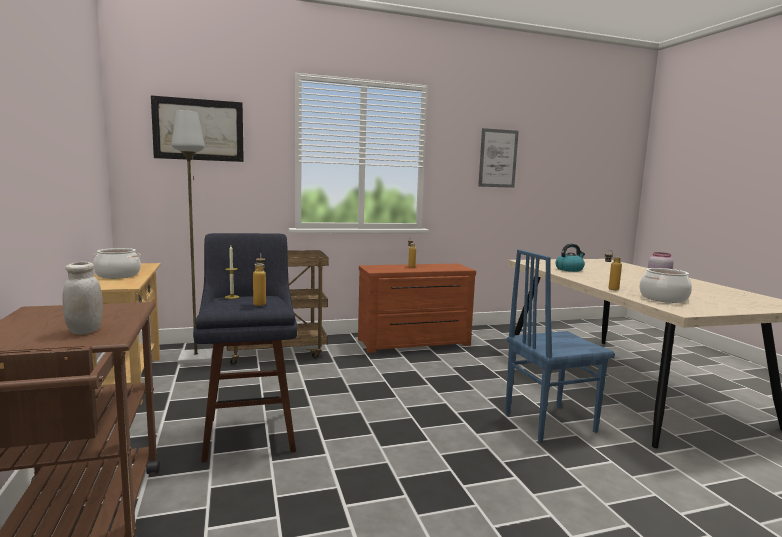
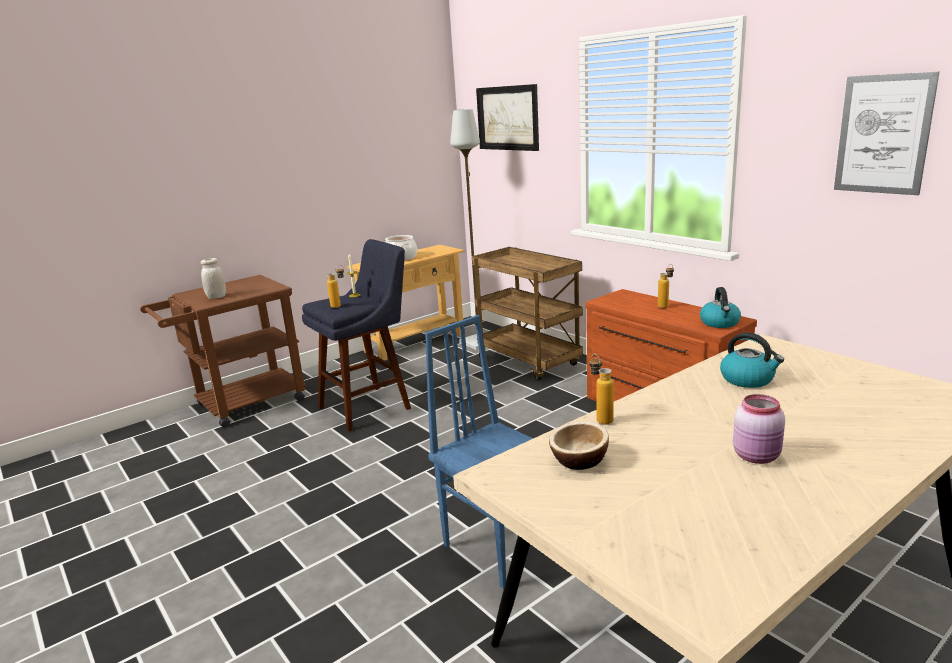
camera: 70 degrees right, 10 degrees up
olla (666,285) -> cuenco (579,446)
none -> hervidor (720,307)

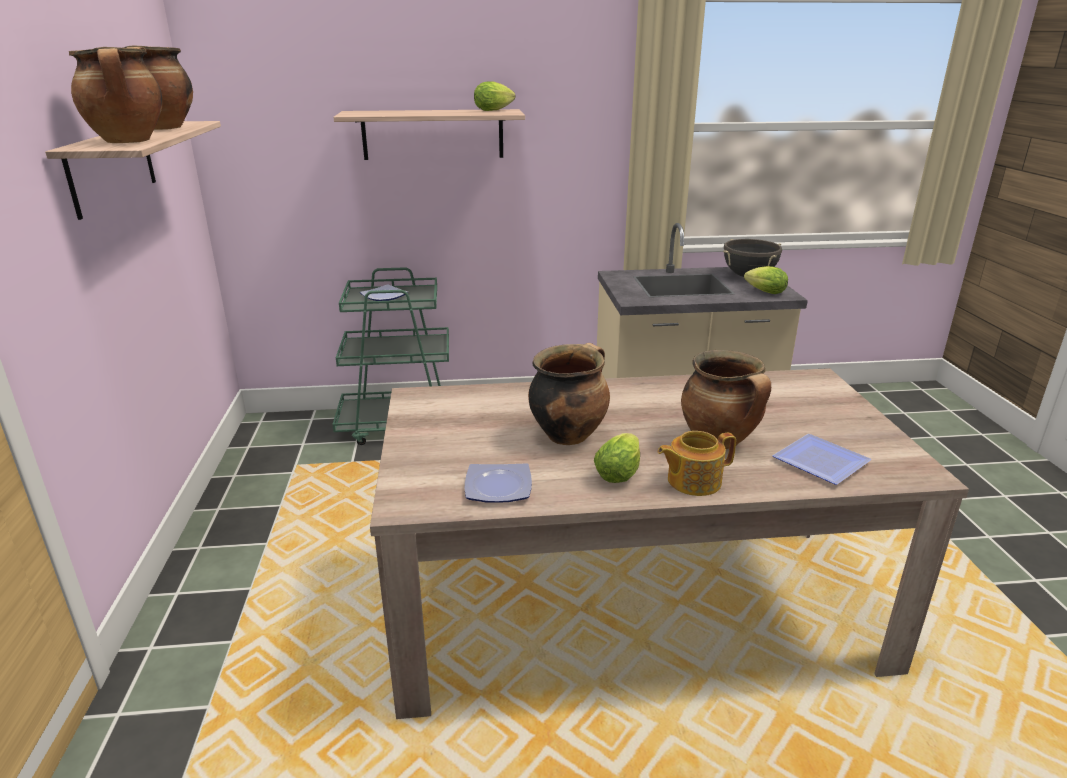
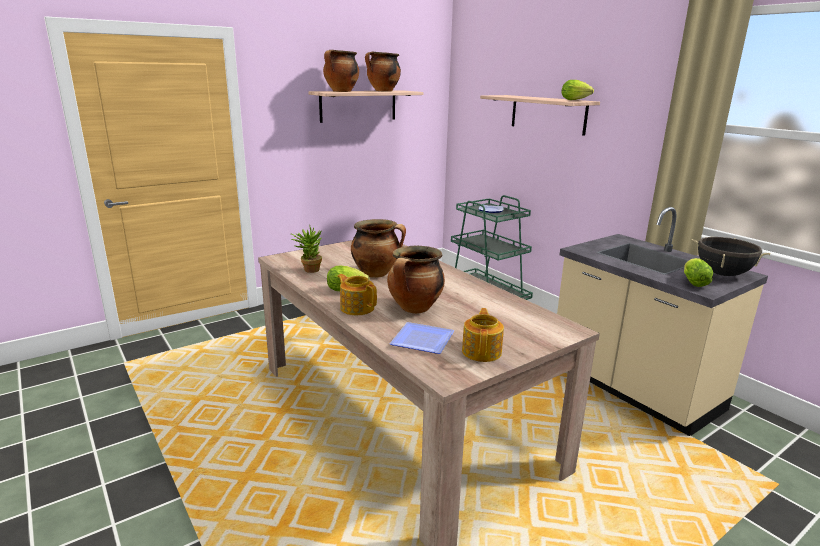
camera: 60 degrees right, 5 degrees down
plato (498,483) -> planta en maceta (306,250)
none -> tetera (483,335)

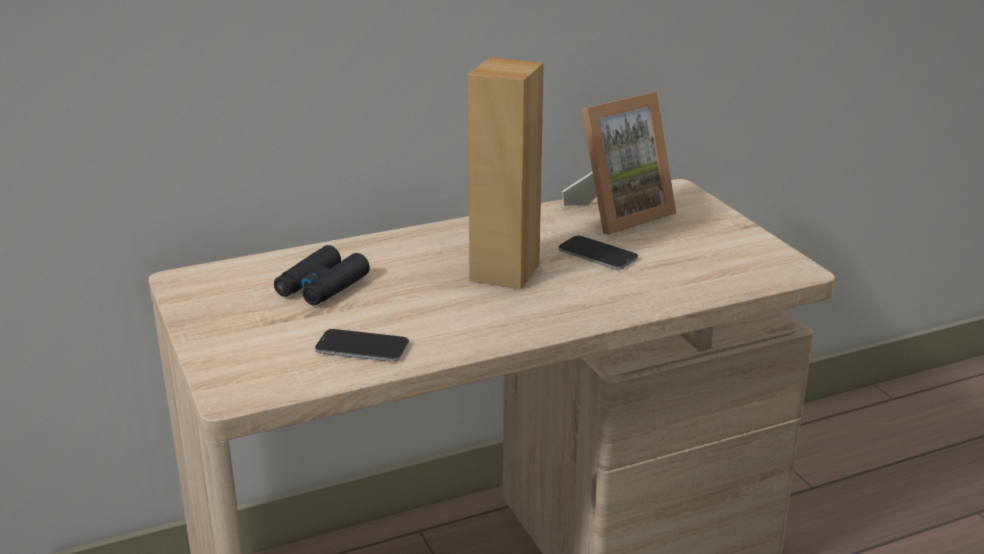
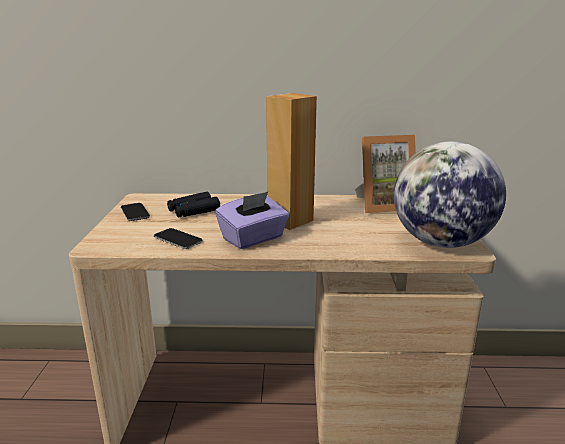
camera: 25 degrees right, 5 degrees down
móvil (598,253) -> móvil (135,212), relocated
none -> caja de pañuelos [morado] (252,220)
none -> globo terráqueo (450,194)

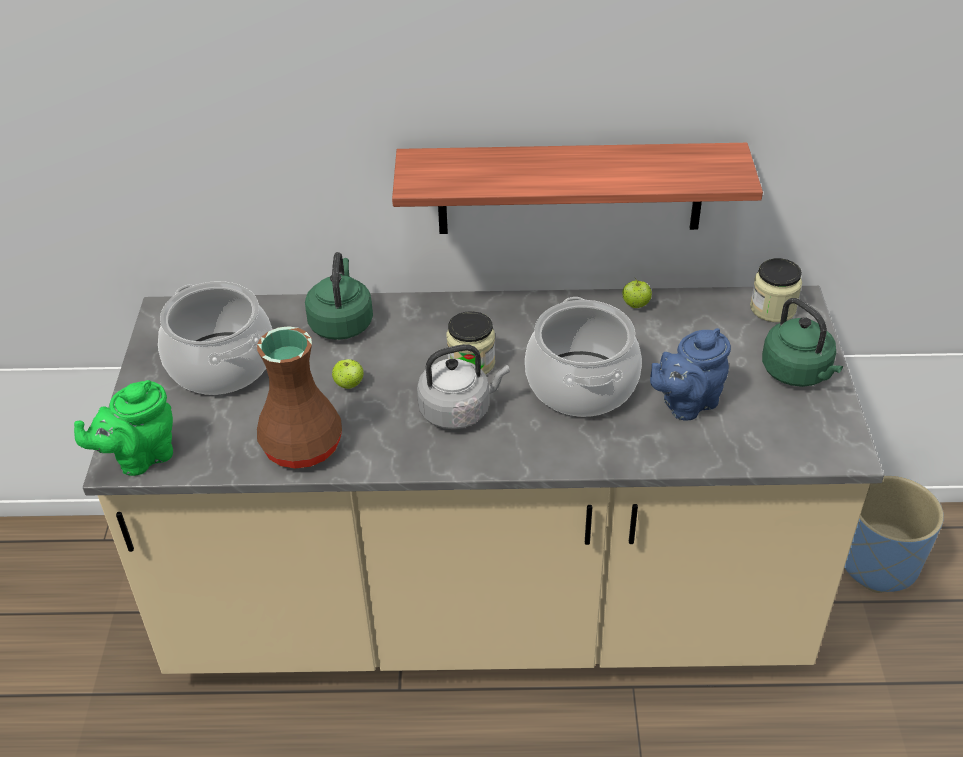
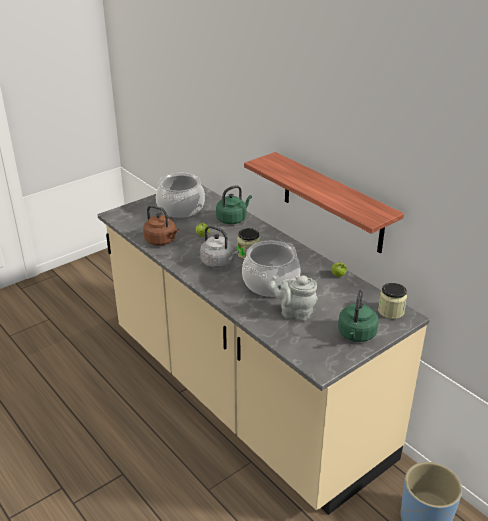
camera: 50 degrees right, 10 degrees down
florero [marrón] (299,397) -> hervidor [marrón] (161,225)
tetera [azul] (690,374) -> tetera [gris] (293,298)
tetera [verde] (123,428) -> none

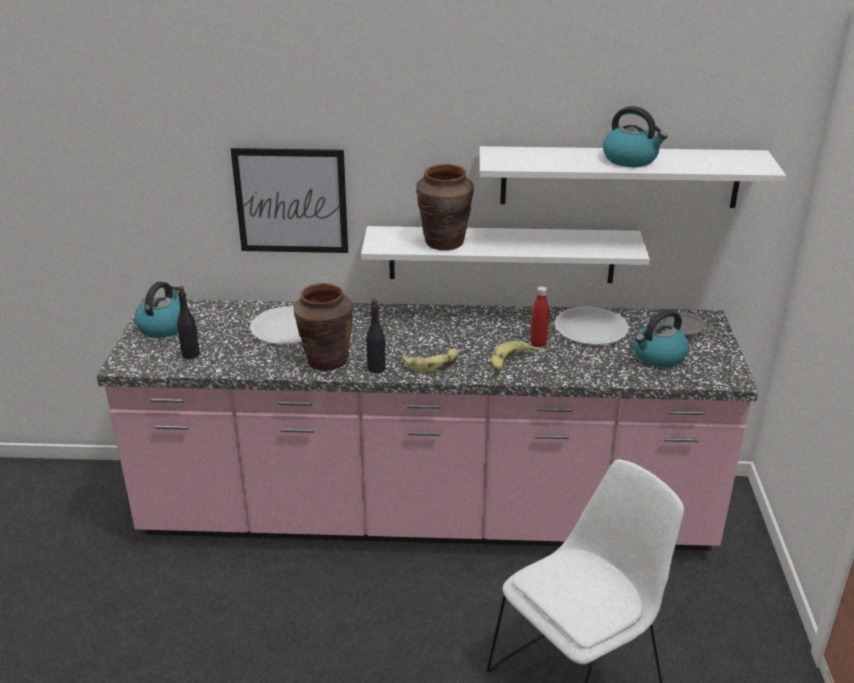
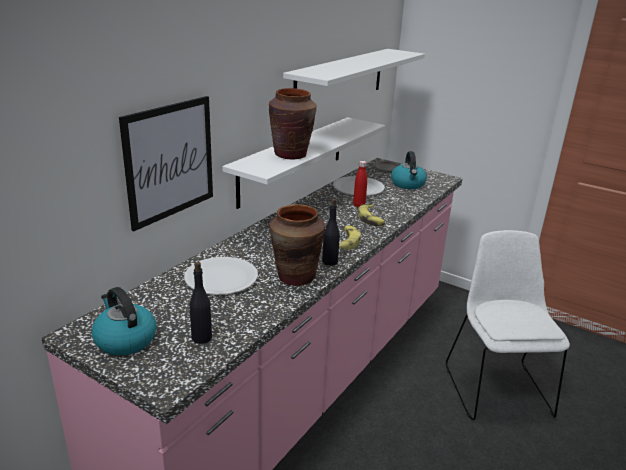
camera: 60 degrees left, 5 degrees down
hervidor (635,136) -> none

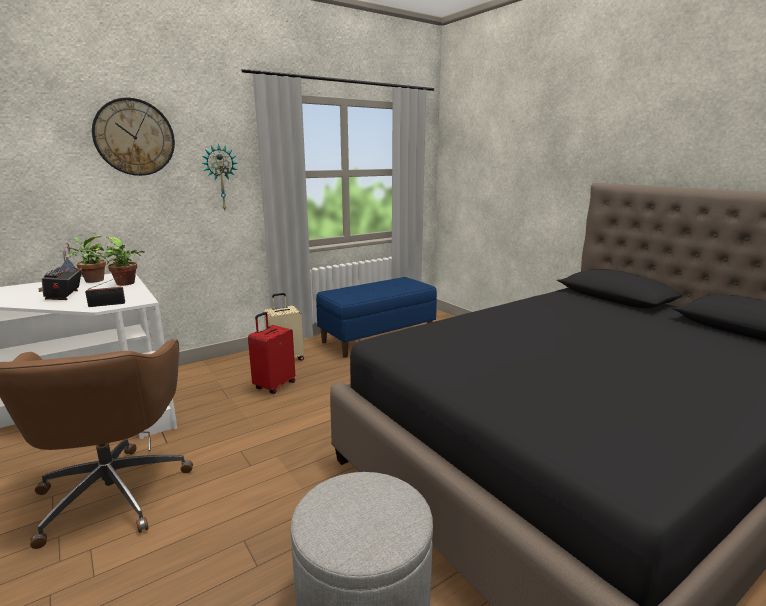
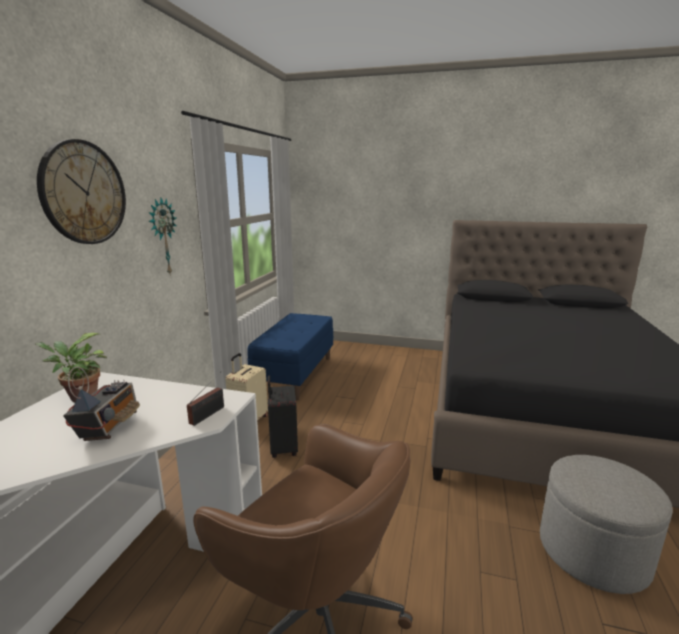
camera: 40 degrees left, 0 degrees up
radio (61,271) -> radio (101,404), 120 degrees counterclockwise
maleta [rojo] (271,353) -> maleta [negro] (283,417)
planta en maceta (124,261) -> none

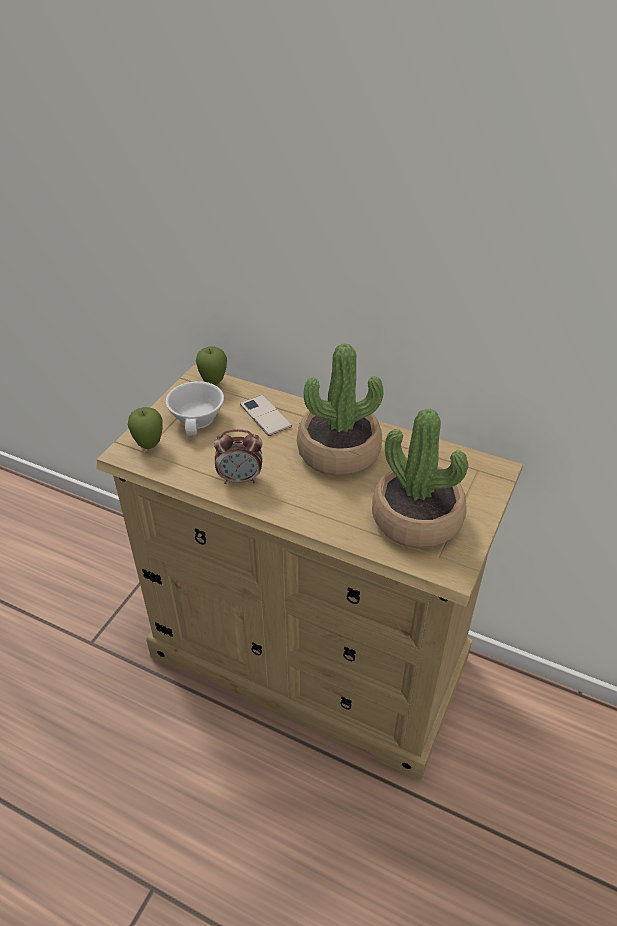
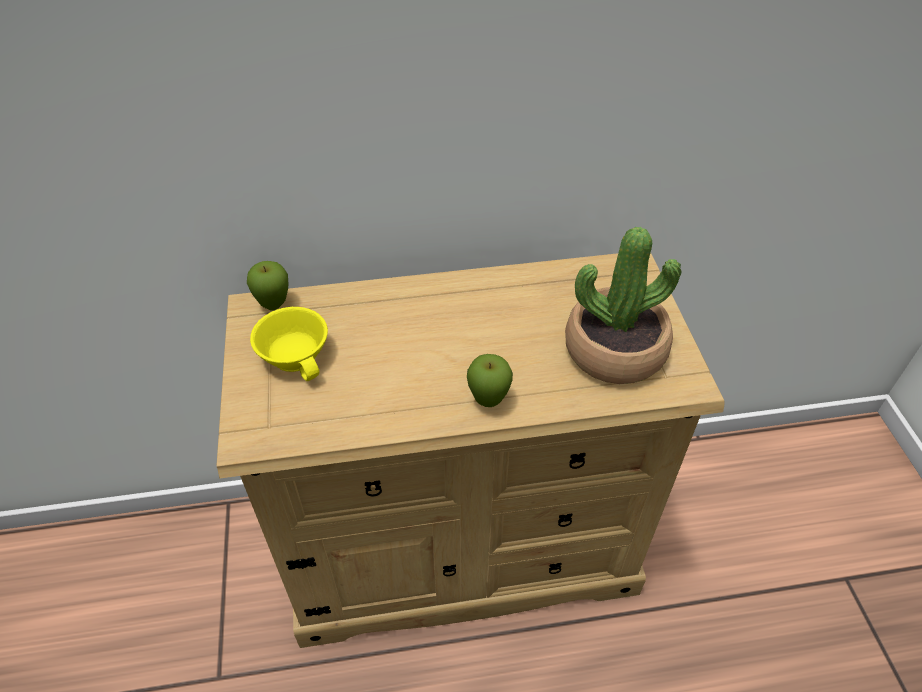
camera: 35 degrees left, 5 degrees up
taza [blanco] (194,408) -> taza [amarillo] (289,344)
manzana (145,428) -> manzana (490,380), relocated
despertador (238,456) -> none
móvil (266,415) -> none
planta en maceta (340,409) -> none

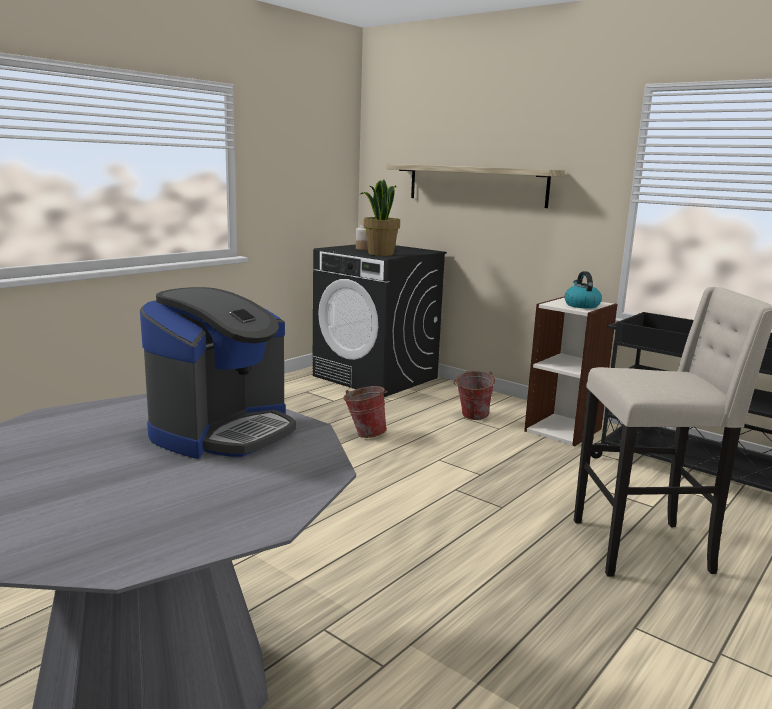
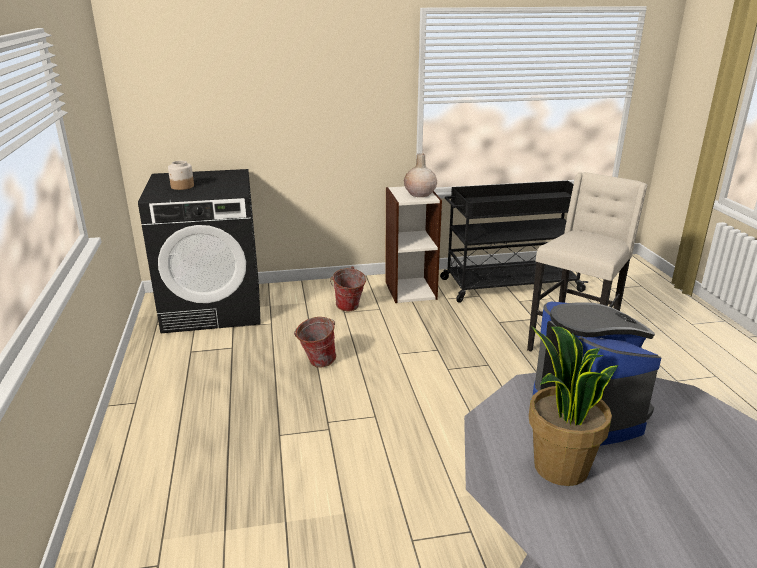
camera: 50 degrees left, 10 degrees up
hervidor (583,290) -> florero [beis] (420,175)
planta en maceta (380,217) -> planta en maceta (573,406), relocated
estante (475,186) -> none

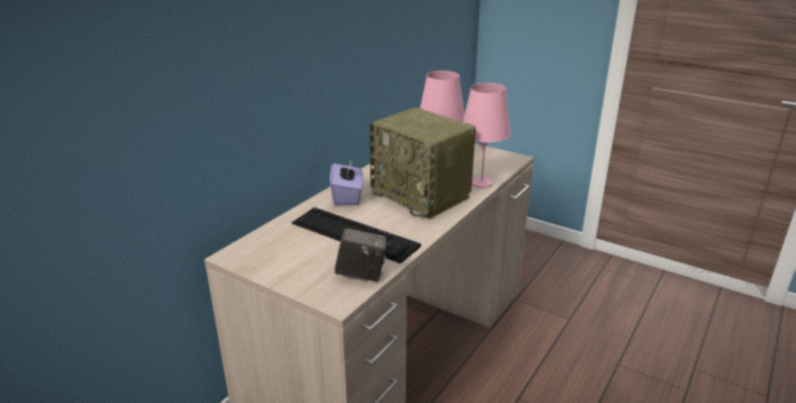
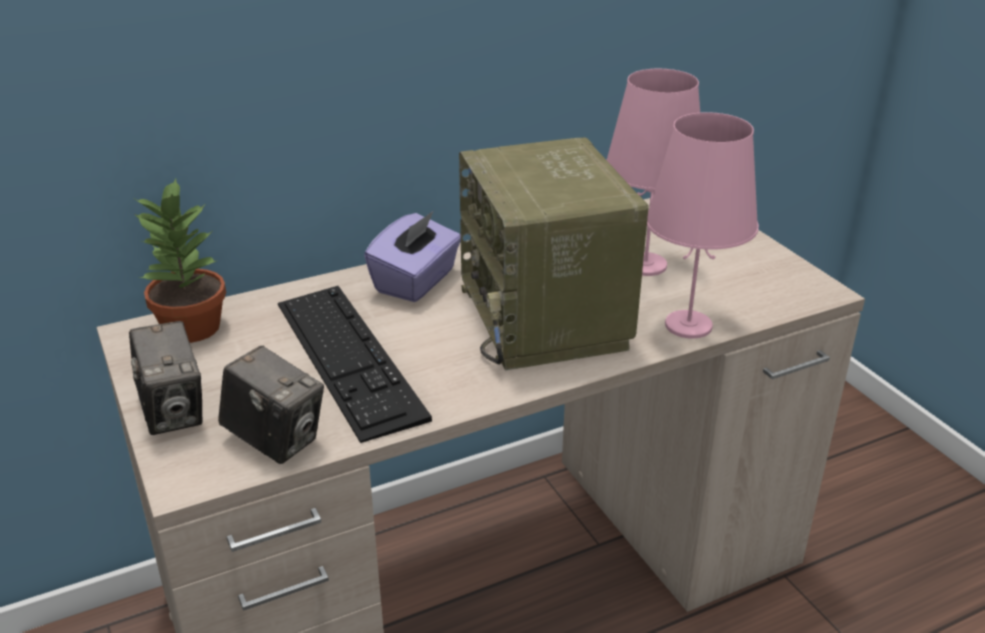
camera: 30 degrees right, 5 degrees up
none -> cámara (166,378)
none -> planta en maceta (180,260)

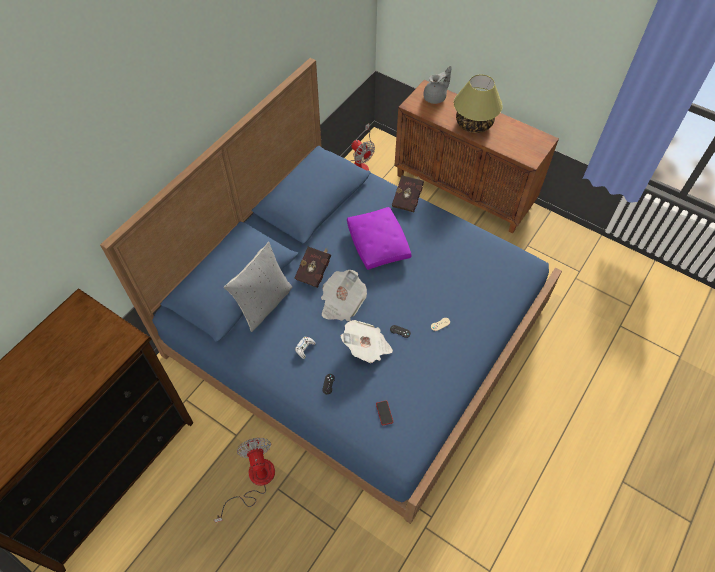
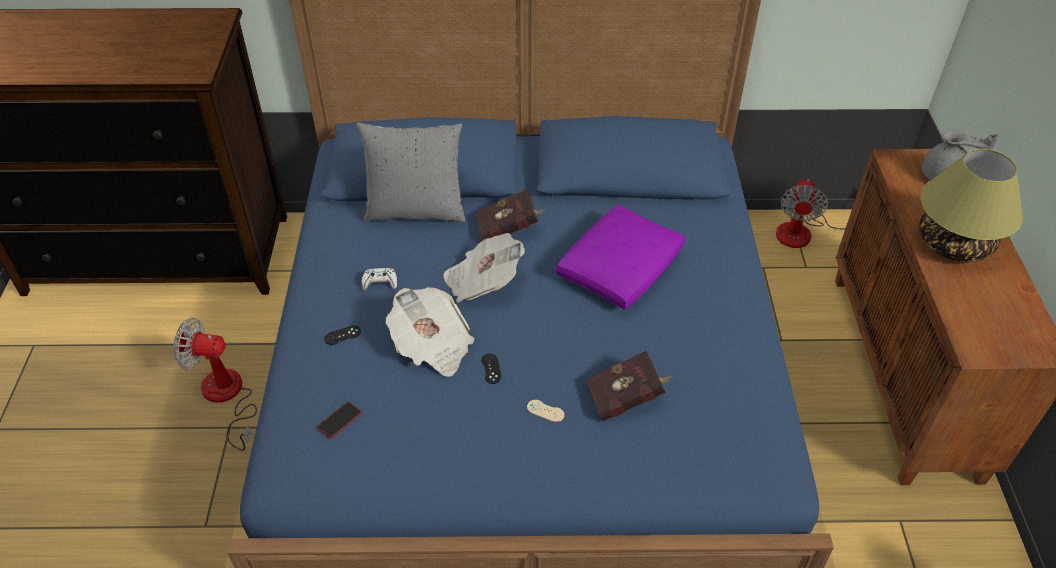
camera: 55 degrees right, 10 degrees down
ventilador (244,480) -> ventilador (215,384), 120 degrees counterclockwise
libro [rojo] (408,193) -> libro [rojo] (629,386), relocated

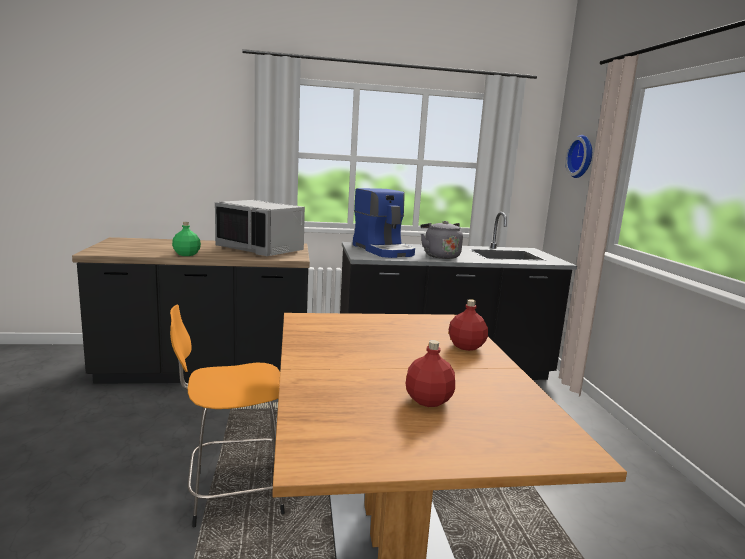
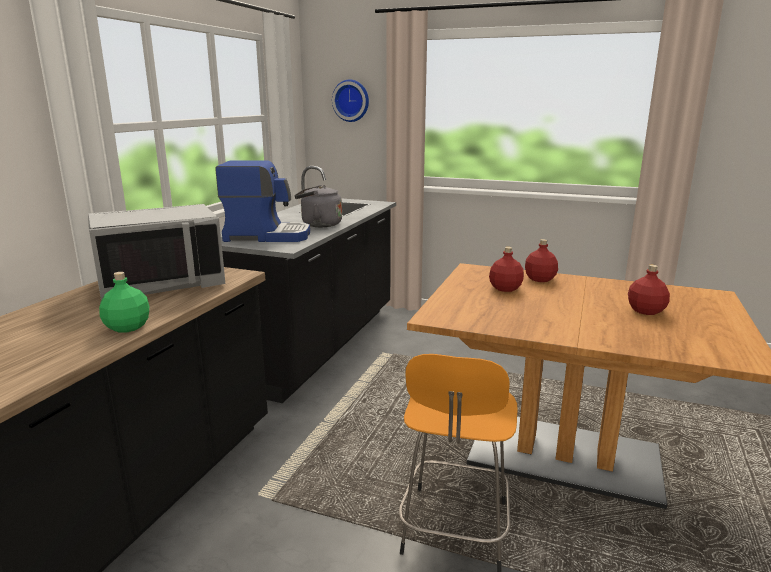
camera: 60 degrees left, 5 degrees up
none -> botella [rojo] (506,269)

